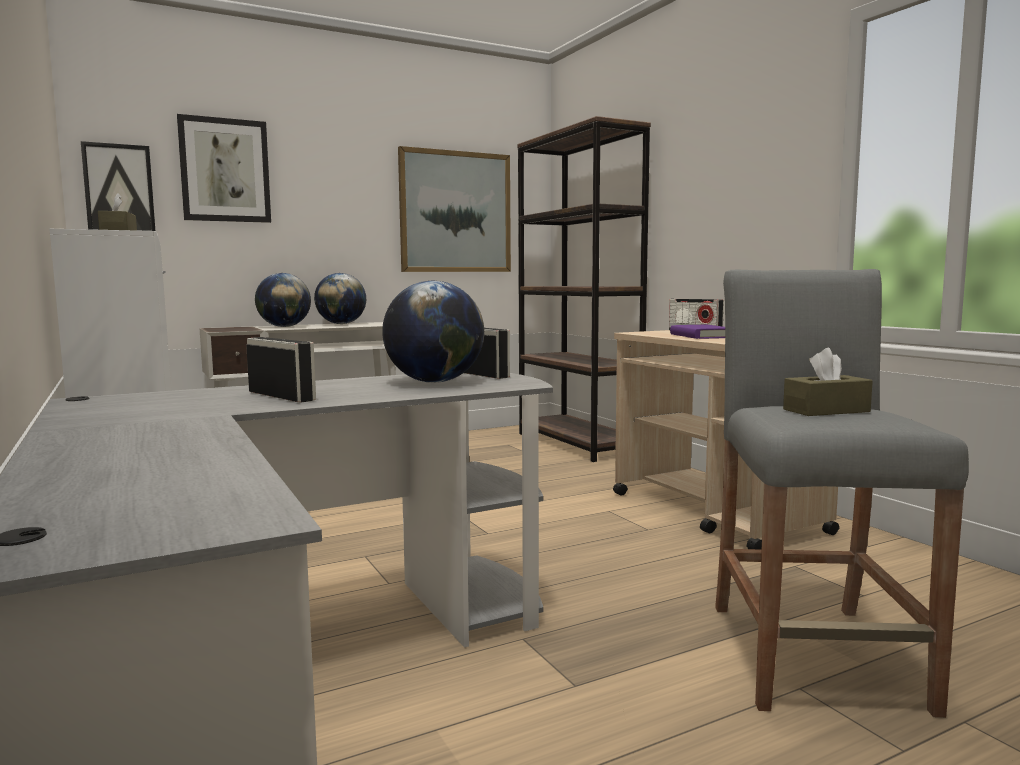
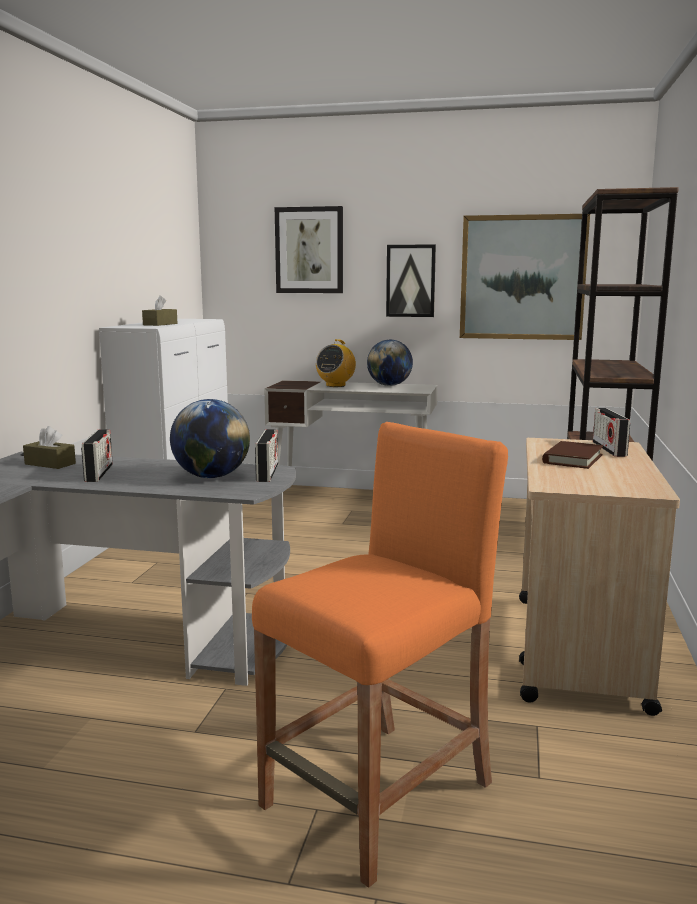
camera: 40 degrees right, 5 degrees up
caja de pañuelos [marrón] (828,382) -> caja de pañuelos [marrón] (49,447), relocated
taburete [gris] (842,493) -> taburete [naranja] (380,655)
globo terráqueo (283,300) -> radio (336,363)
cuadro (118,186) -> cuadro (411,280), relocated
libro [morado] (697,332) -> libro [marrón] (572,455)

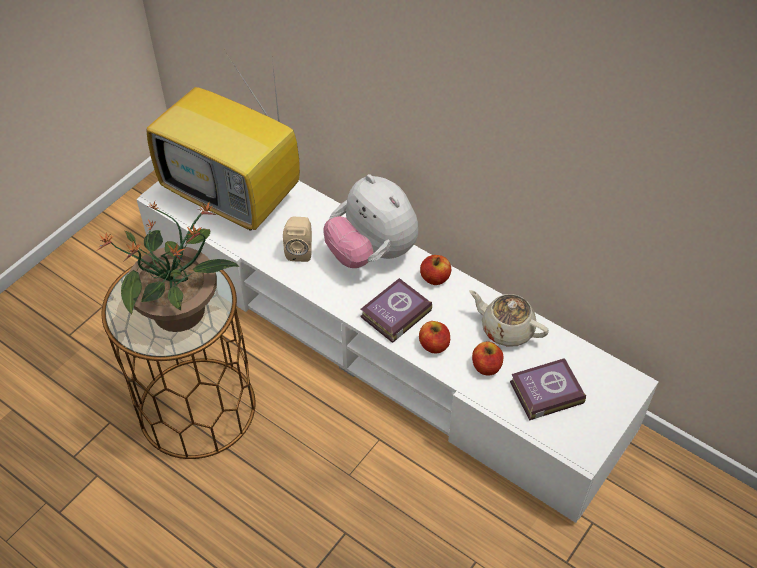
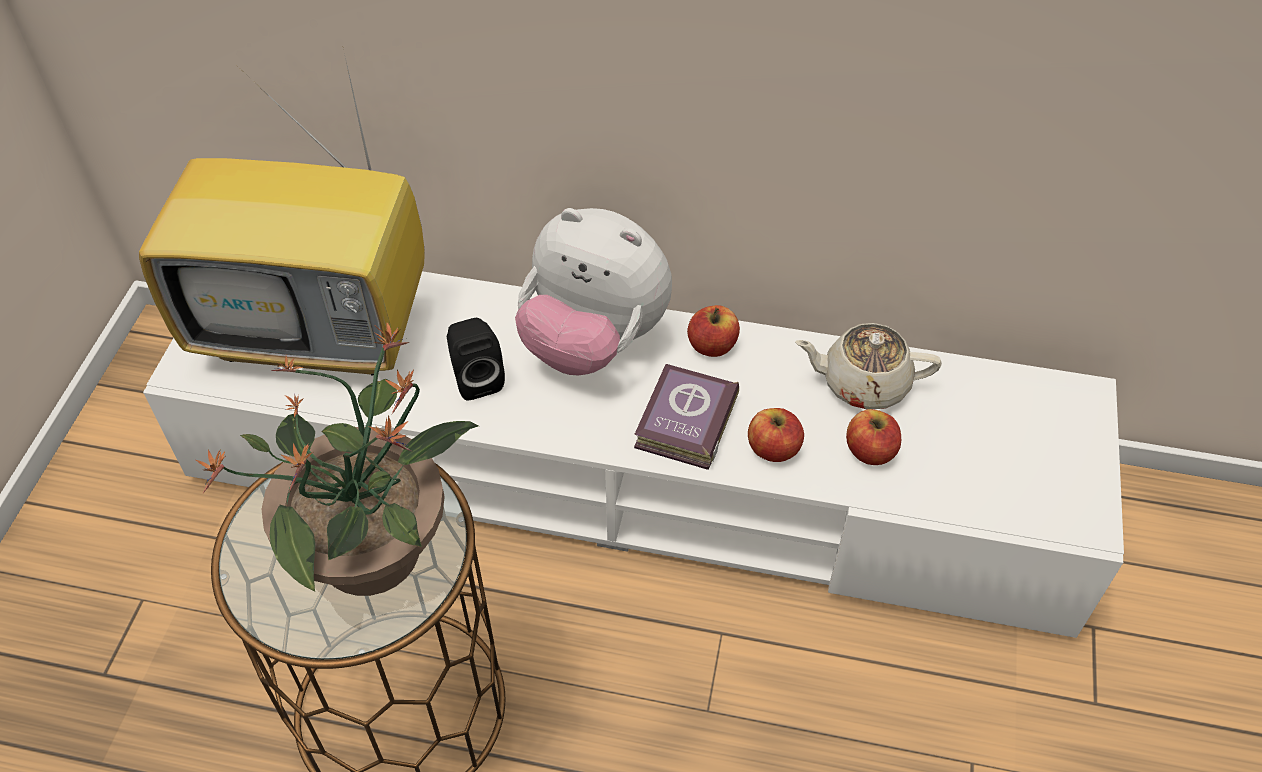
camera: 25 degrees left, 0 degrees up
altavoz [beis] (297,239) -> altavoz [negro] (476,359)
libro (548,389) -> none

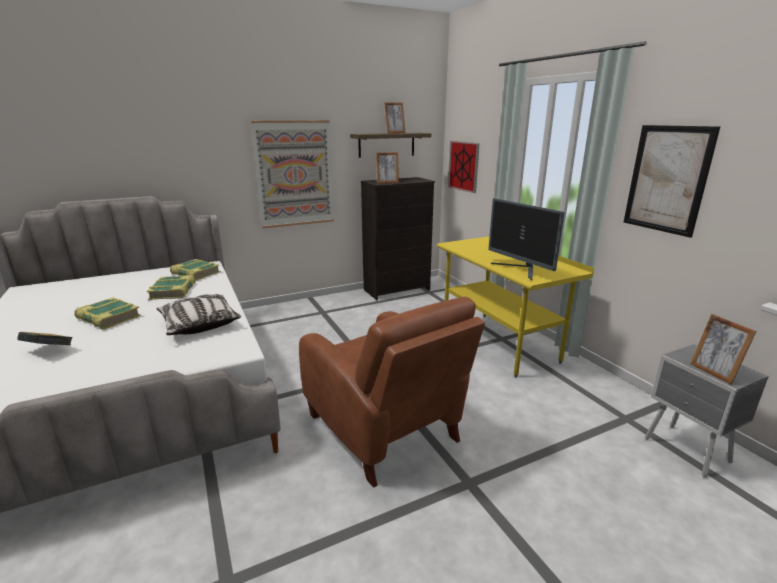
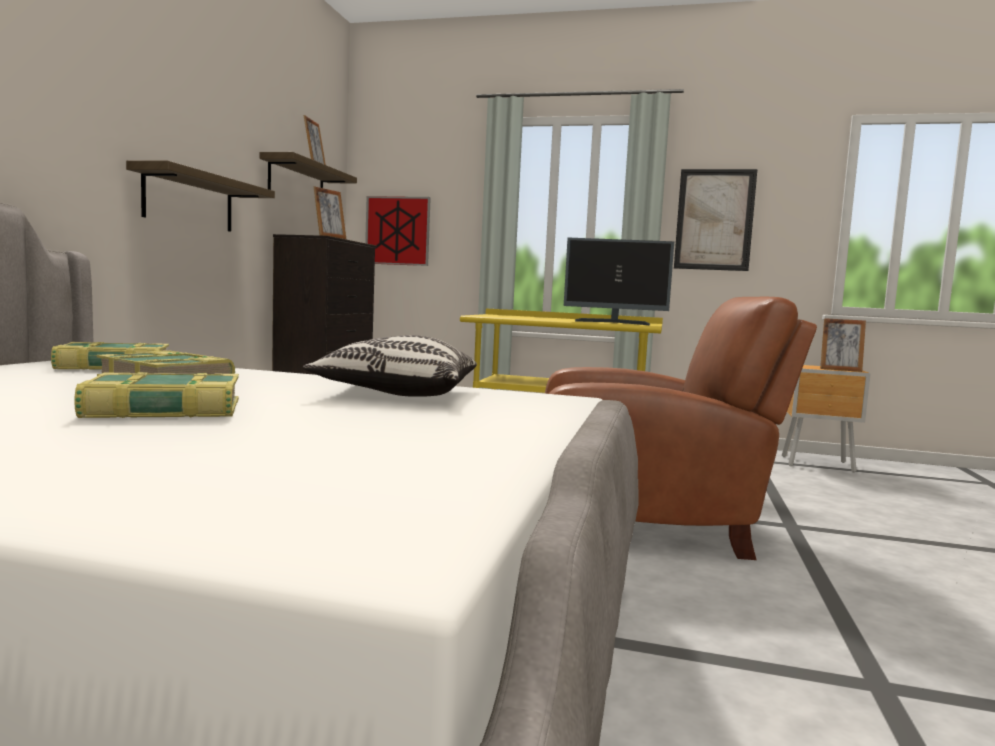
camera: 50 degrees left, 15 degrees down
cuadro (292,174) -> estante (200,196)
mesita de noche [gris] (707,411) -> mesita de noche [marrón] (826,419)
libro (45,338) -> none

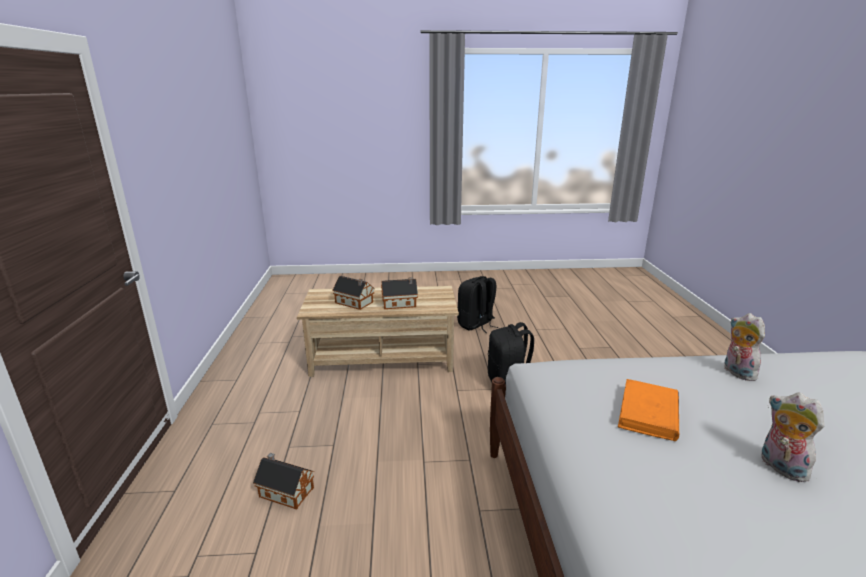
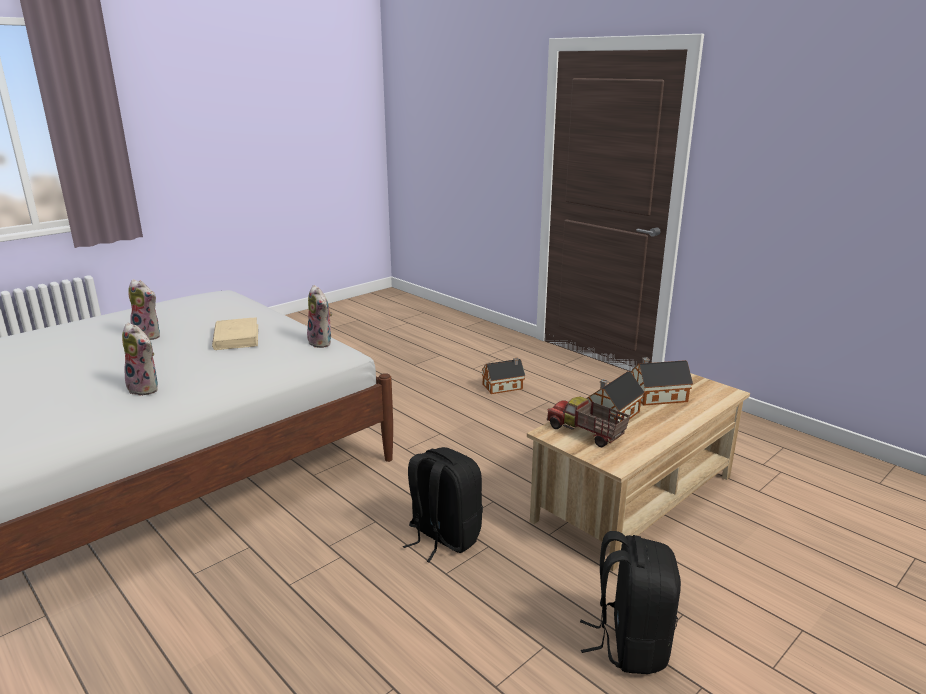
camera: 140 degrees right, 0 degrees up
libro [naranja] (648,410) -> libro [beis] (235,333)
none -> peluche (320,316)
none -> camión de juguete (588,421)

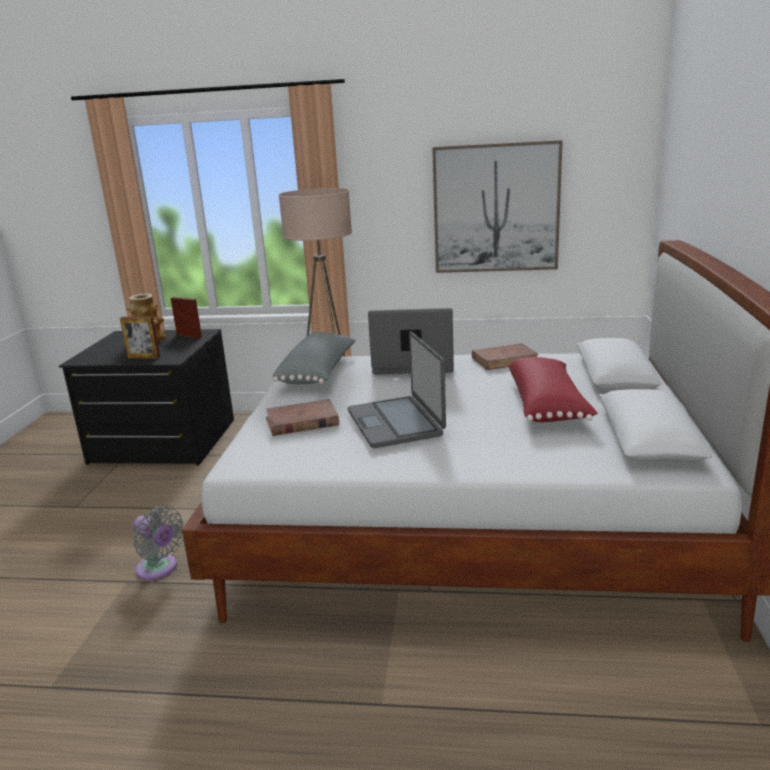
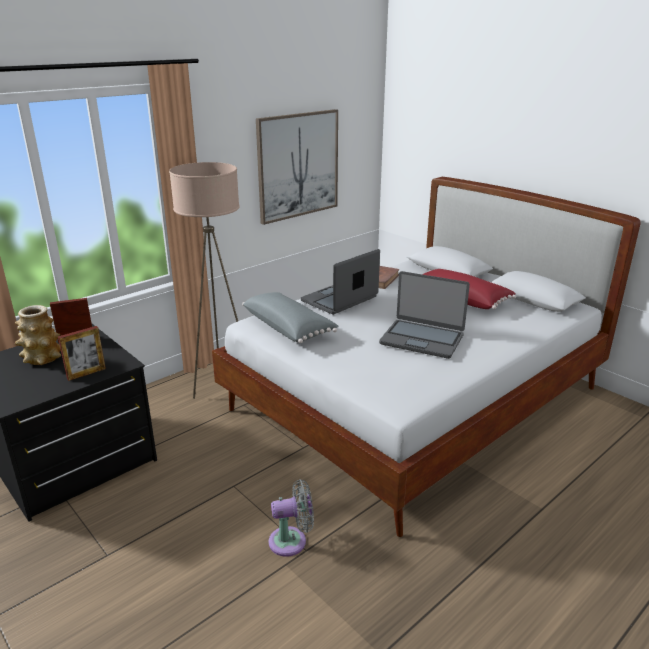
camera: 50 degrees left, 5 degrees up
libro [marrón] (302,417) -> none

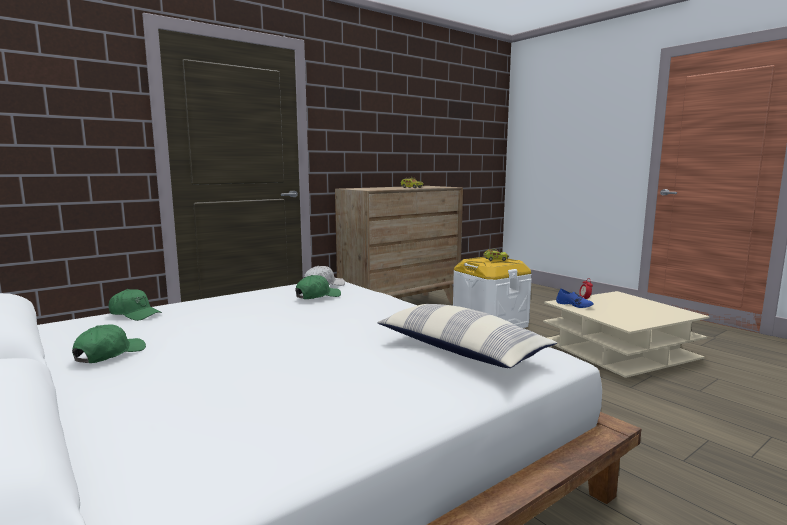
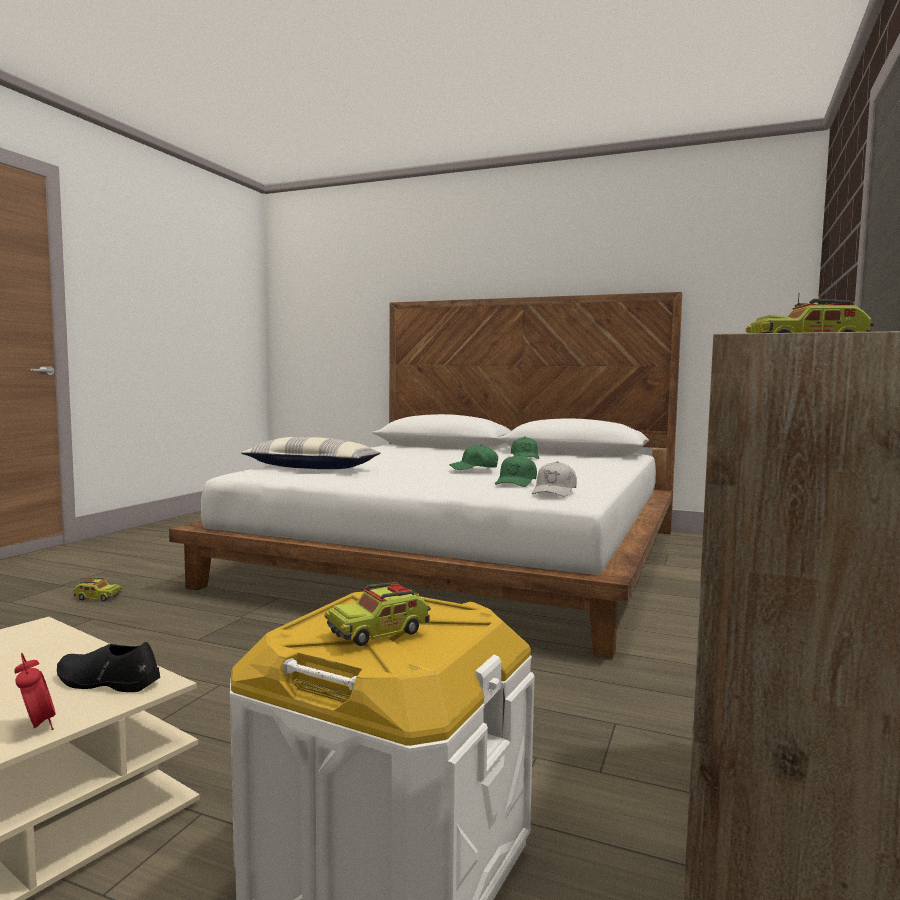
camera: 150 degrees right, 5 degrees down
zapato [azul] (574,298) -> zapato [negro] (108,667)
none -> camión de juguete (98,590)
gorra [verde] (135,305) -> gorra [verde] (473,457), relocated

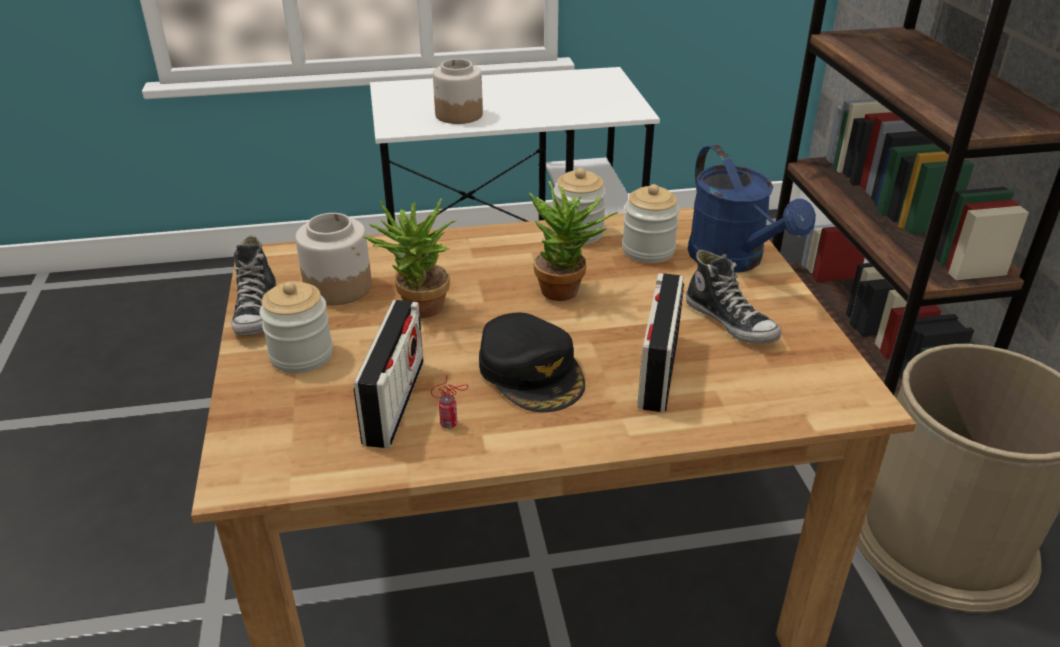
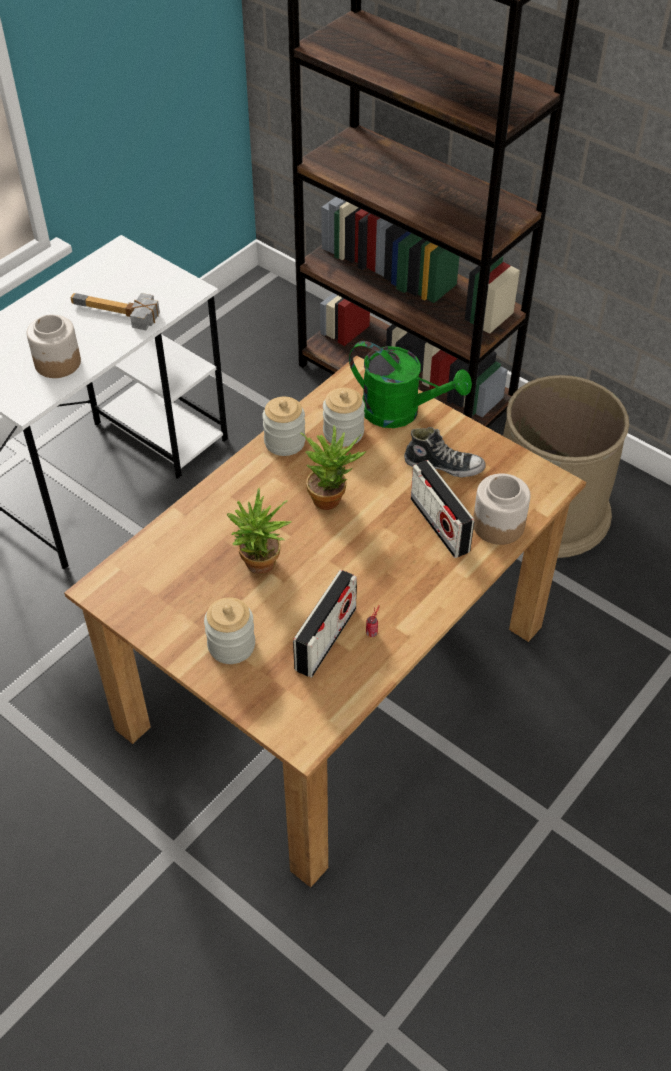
camera: 40 degrees left, 15 degrees up
none -> martillo (115,311)
radio (388,374) -> radio (325,624), 60 degrees clockwise
regadera [azul] (752,208) -> regadera [verde] (410,384)
tarro (333,259) -> tarro (501,509), relocated
zapato (253,286) -> none
gorra [negro] (532,362) -> none

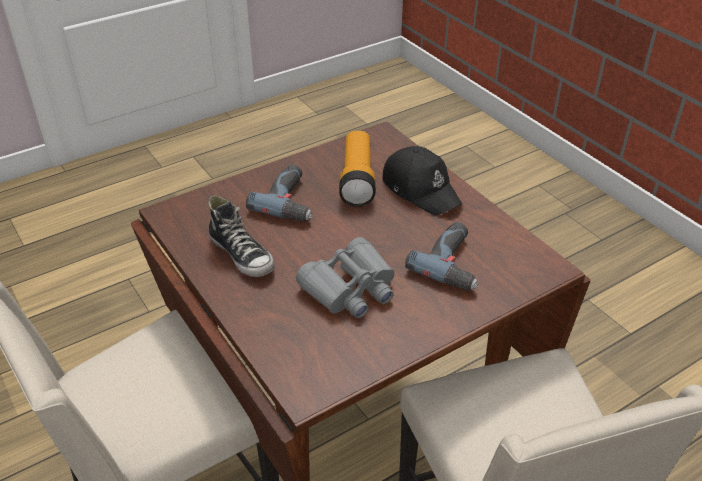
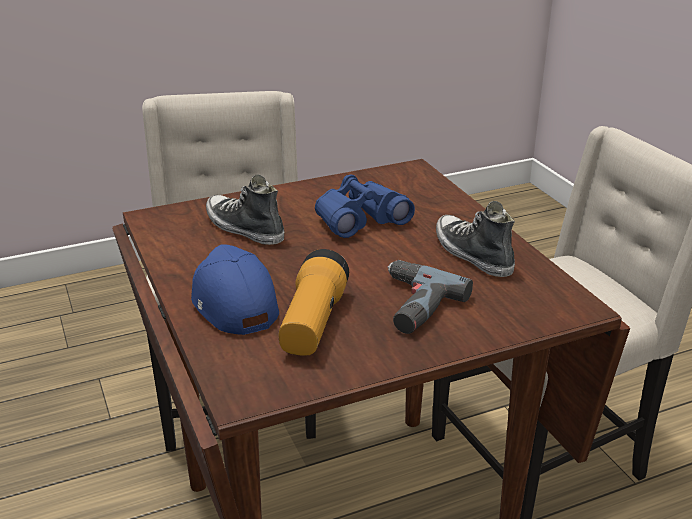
camera: 170 degrees left, 10 degrees down
gorra [negro] (422,180) -> gorra [azul] (235,290)
taladro (441,256) -> zapato (245,209)
prismáticos [gris] (345,277) -> prismáticos [azul] (365,206)

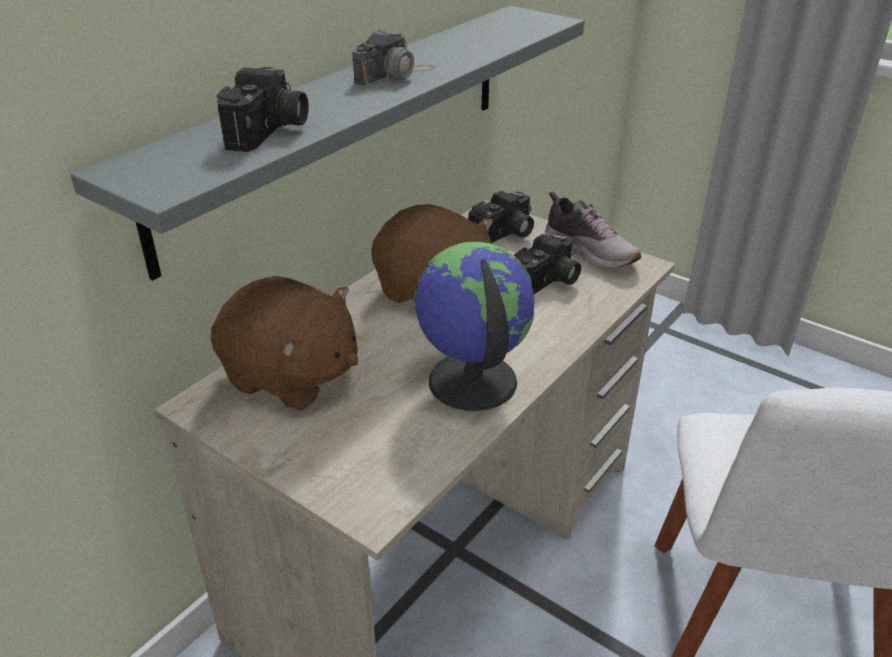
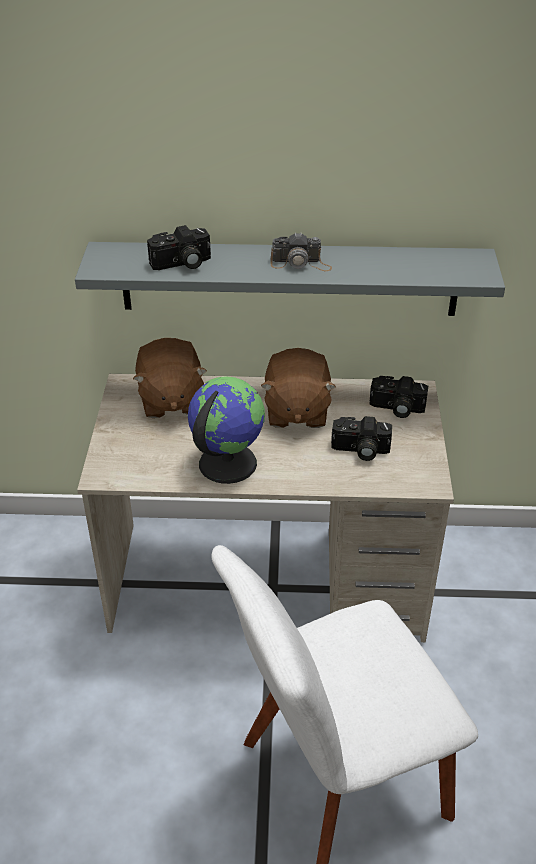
camera: 55 degrees right, 5 degrees up
zapato (593,230) -> none

